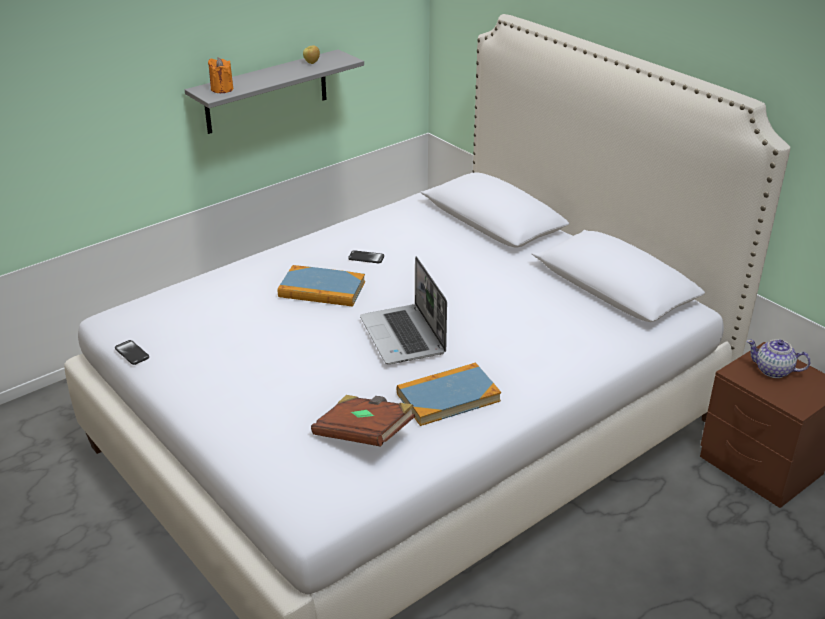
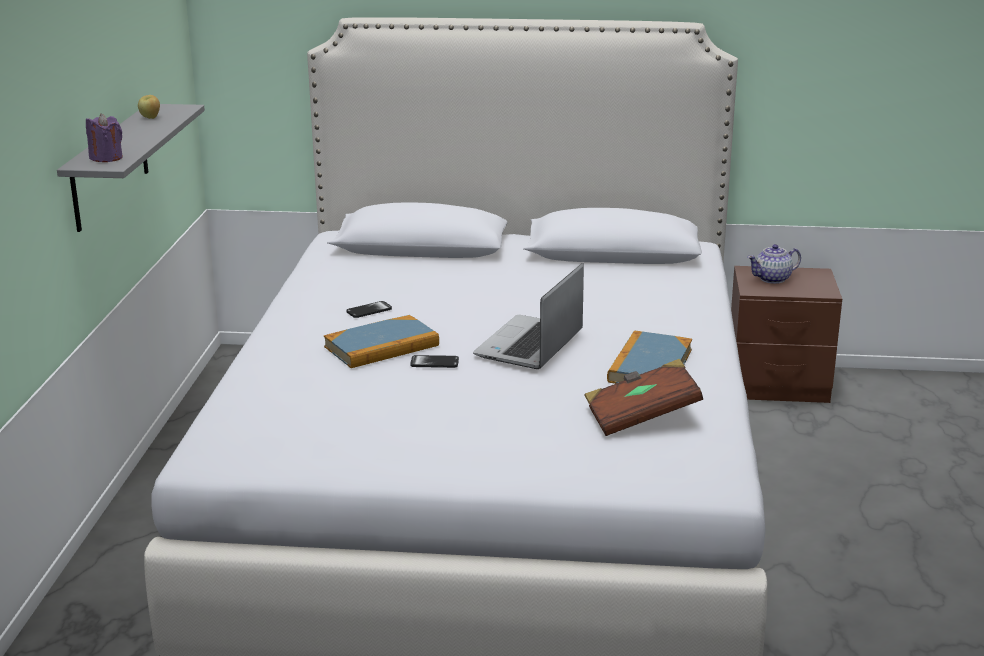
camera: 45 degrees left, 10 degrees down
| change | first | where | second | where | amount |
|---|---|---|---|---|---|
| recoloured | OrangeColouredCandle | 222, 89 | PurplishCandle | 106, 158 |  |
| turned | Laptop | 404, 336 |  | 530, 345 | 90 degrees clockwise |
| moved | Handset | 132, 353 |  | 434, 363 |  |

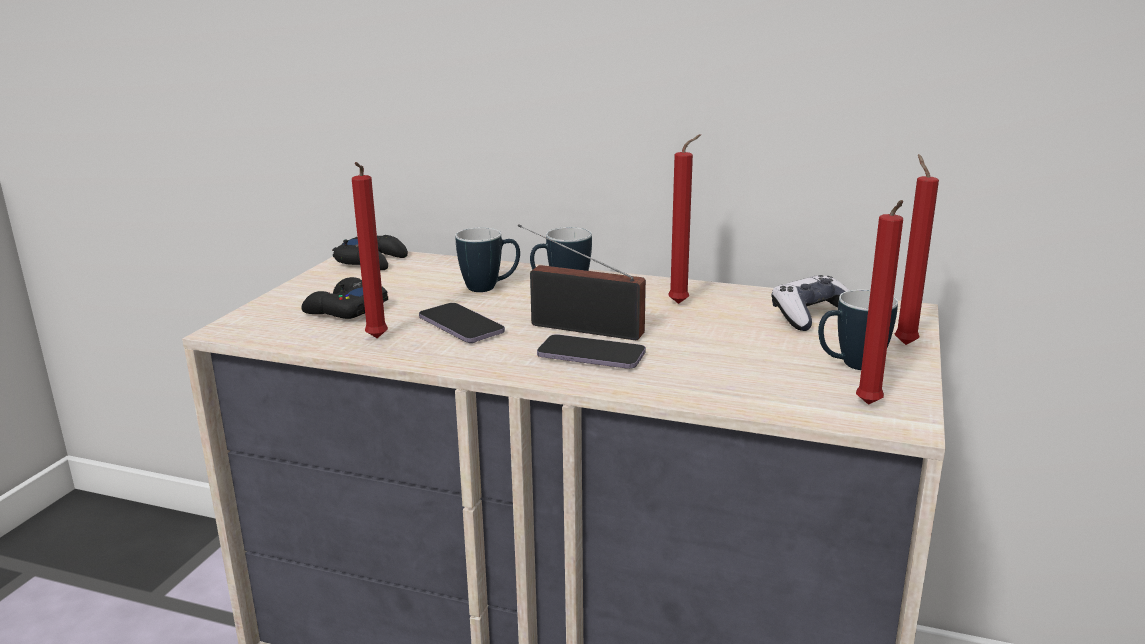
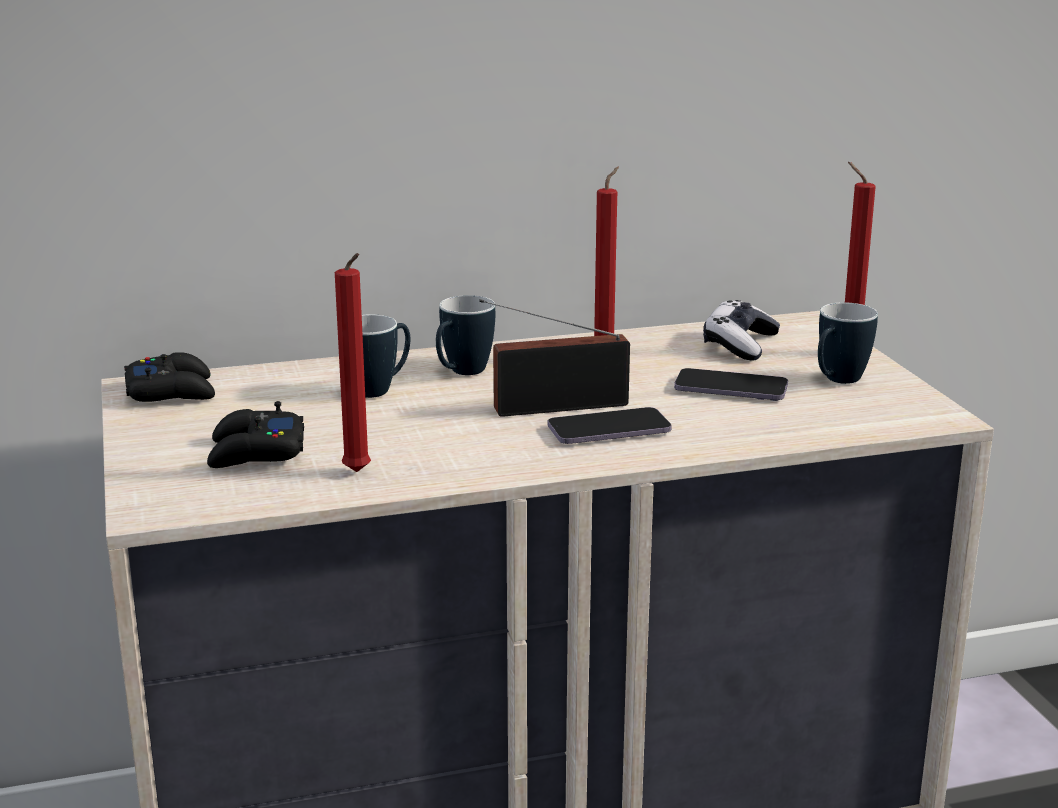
camera: 35 degrees left, 0 degrees up
| change | first | where | second | where | amount |
|---|---|---|---|---|---|
| removed | ReddishCandle | 869, 406 |  |  |  |
| moved | Handset | 461, 326 |  | 731, 388 |  |

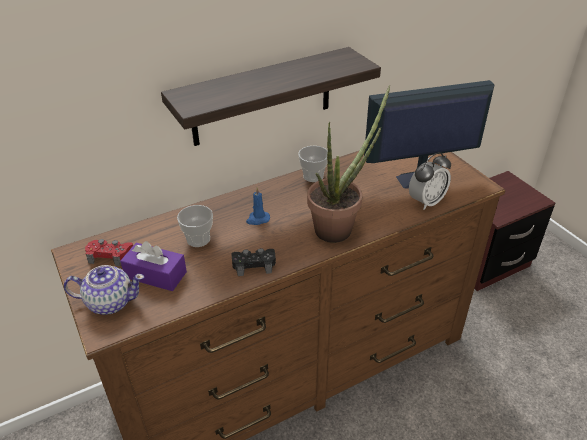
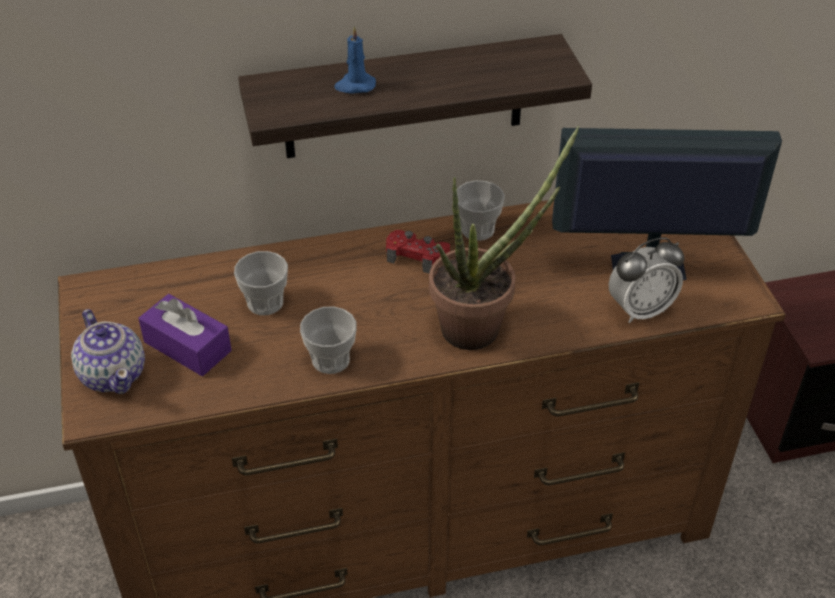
camera: 15 degrees right, 5 degrees up
| change | first | where | second | where | amount |
|---|---|---|---|---|---|
| moved | BlueCandle | 257, 219 |  | 355, 85 |  |
| moved | ReddishGameController | 110, 255 |  | 416, 255 |  |
| replaced | BlackGameController | 254, 264 | Cup | 331, 360 |  |
| turned | PotForTea | 110, 302 |  | 113, 374 | 45 degrees clockwise |

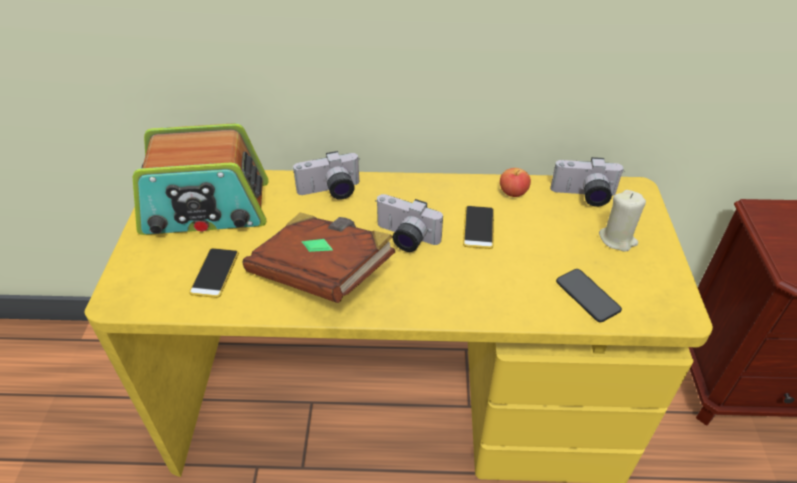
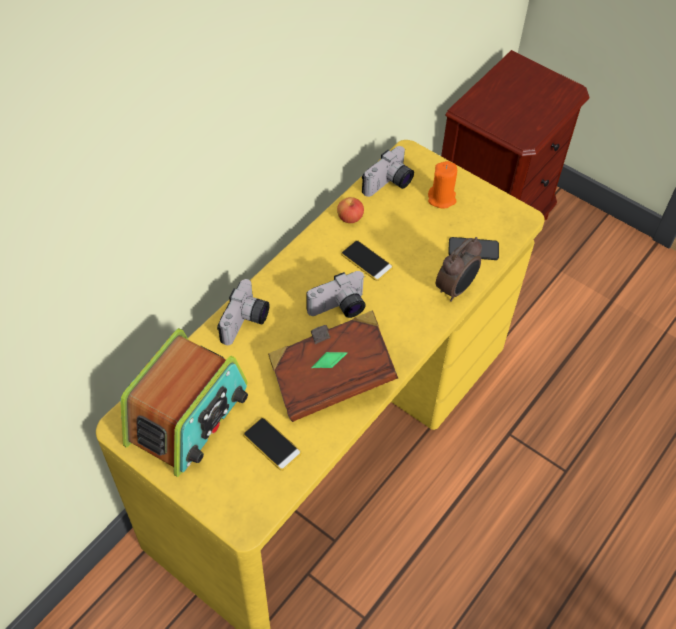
camera: 55 degrees left, 10 degrees up
| change | first | where | second | where | amount |
|---|---|---|---|---|---|
| recoloured | BeigeColouredCandle | 617, 239 | OrangeColouredCandle | 442, 198 |  |
| added |  |  | AlarmClock | 456, 289 |  |

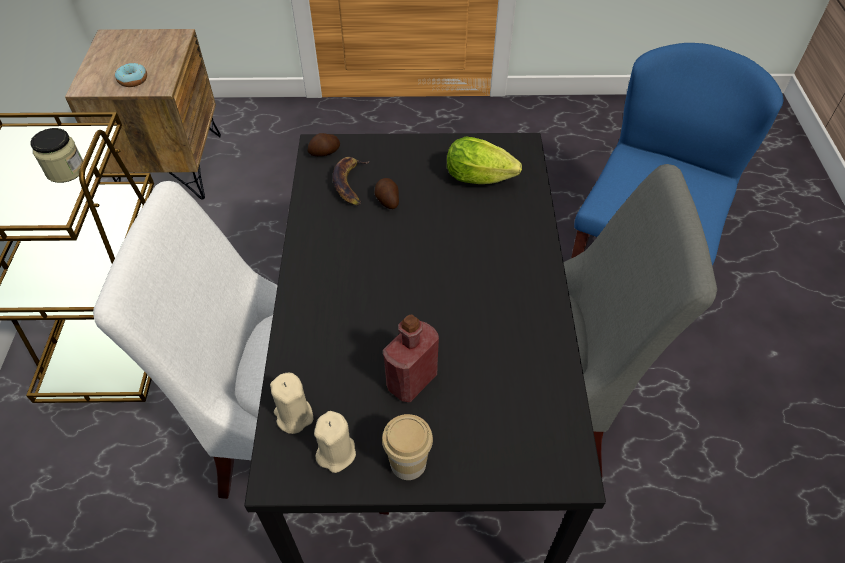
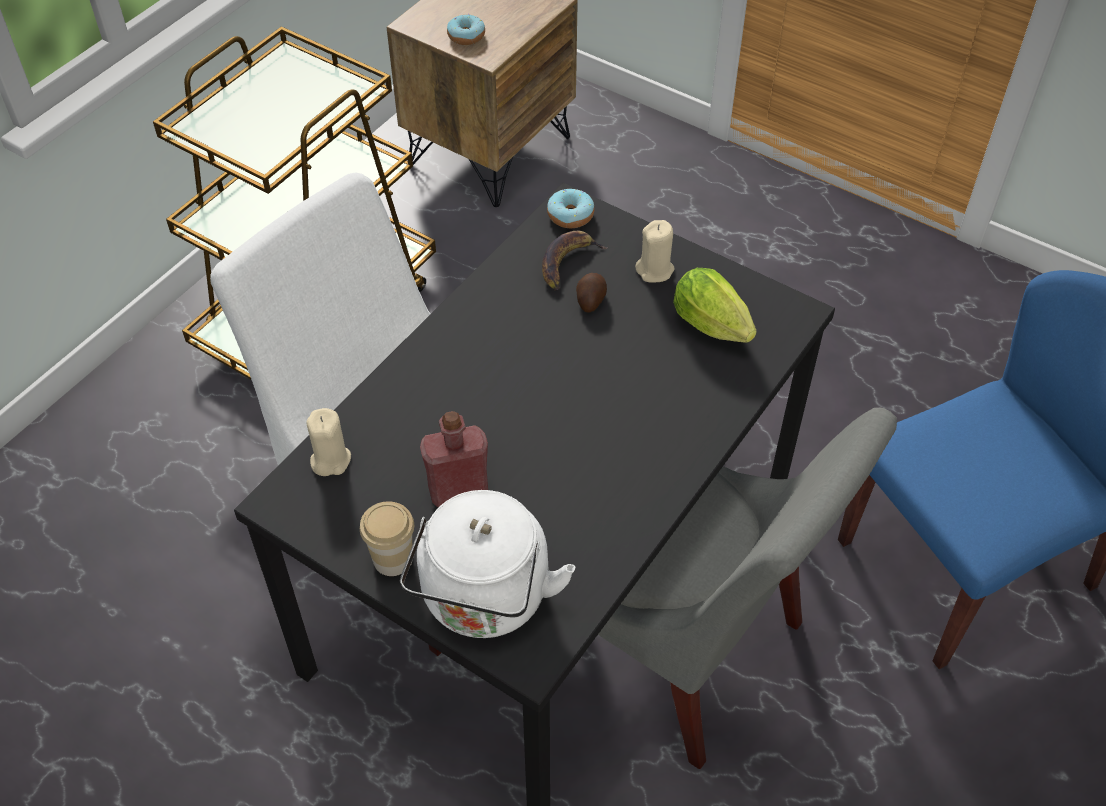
camera: 35 degrees right, 0 degrees up
| change | first | where | second | where | amount |
|---|---|---|---|---|---|
| removed | StorageJar | 66, 170 |  |  |  |
| replaced | WholePotato | 325, 152 | RingDoughnut | 570, 215 |  |
| moved | BeigeColouredCandle | 336, 453 |  | 655, 270 |  |
| added |  |  | WhiteColouredKettle | 484, 601 |  |

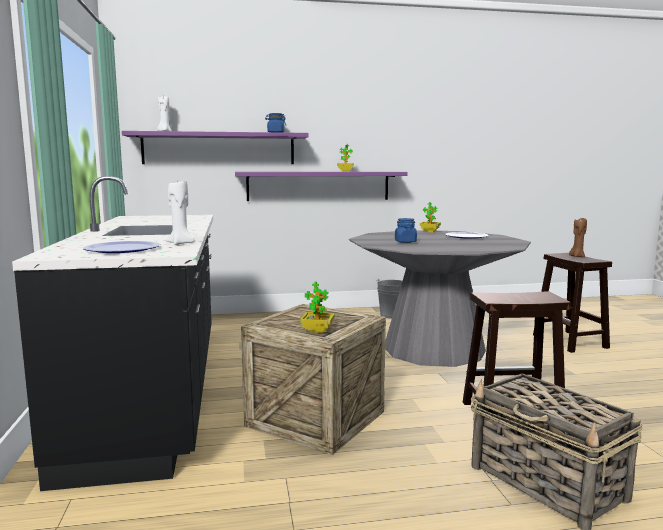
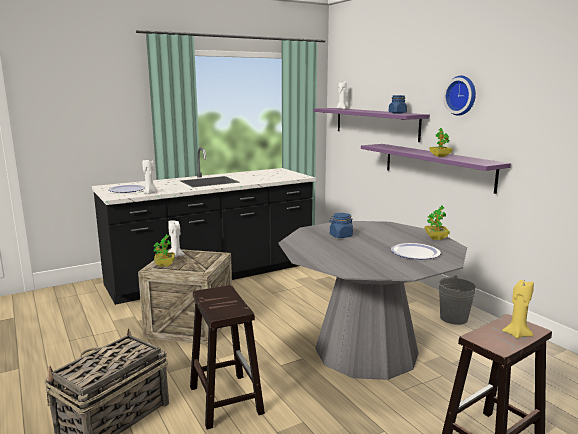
camera: 70 degrees right, 5 degrees up
| change | first | where | second | where | amount |
|---|---|---|---|---|---|
| recoloured | BrownColouredCandle | 577, 256 | YellowColouredCandle | 516, 334 |  |
| added |  |  | WallClock | 461, 95 |  |
| added |  |  | WhiteColouredCandle | 175, 256 |  |

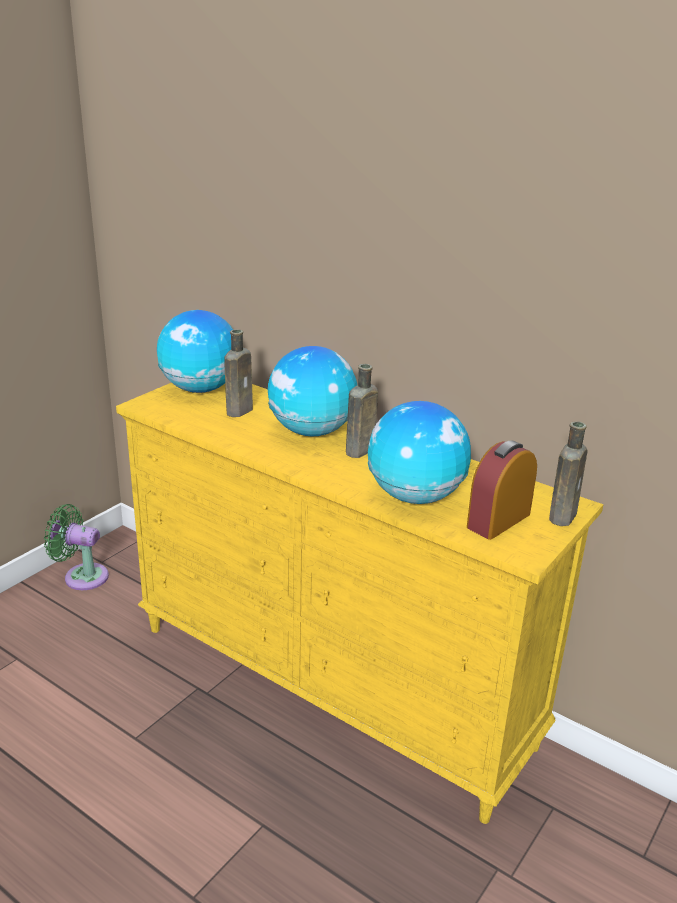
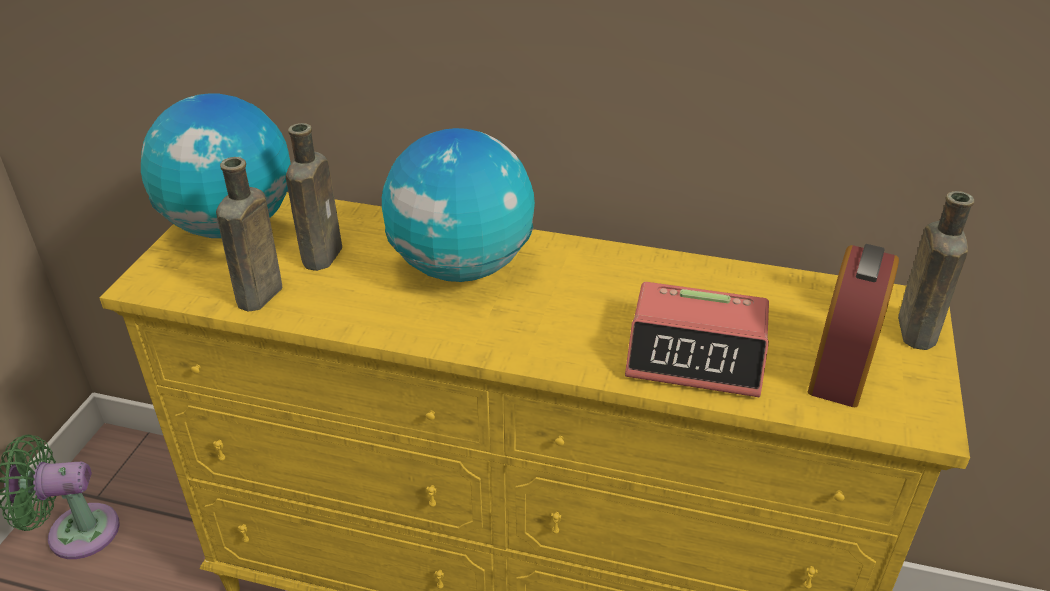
camera: 20 degrees left, 10 degrees up
| change | first | where | second | where | amount |
|---|---|---|---|---|---|
| moved | BrownColouredDrinkBottle | 358, 452 |  | 257, 297 |  |
| replaced | WorldGlobe | 415, 496 | AlarmClock | 697, 354 |  |

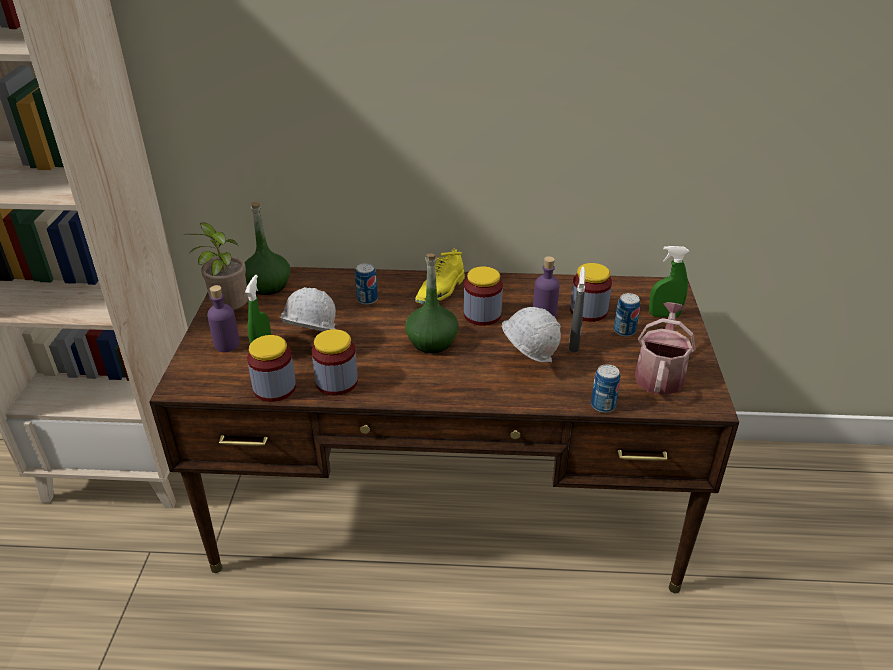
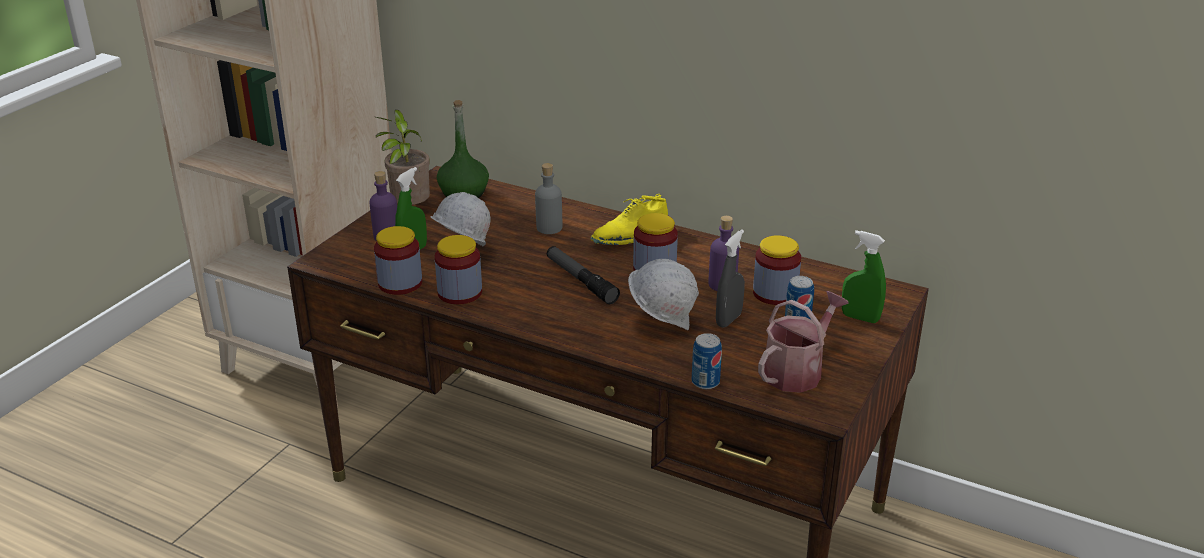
camera: 25 degrees right, 5 degrees down
| change | first | where | second | where | amount |
|---|---|---|---|---|---|
| replaced | GreenColouredDrinkBottle | 432, 341 | HandTorch | 581, 281 |  |
| replaced | MetalCan | 367, 299 | GrayDrinkBottle | 549, 228 |  |

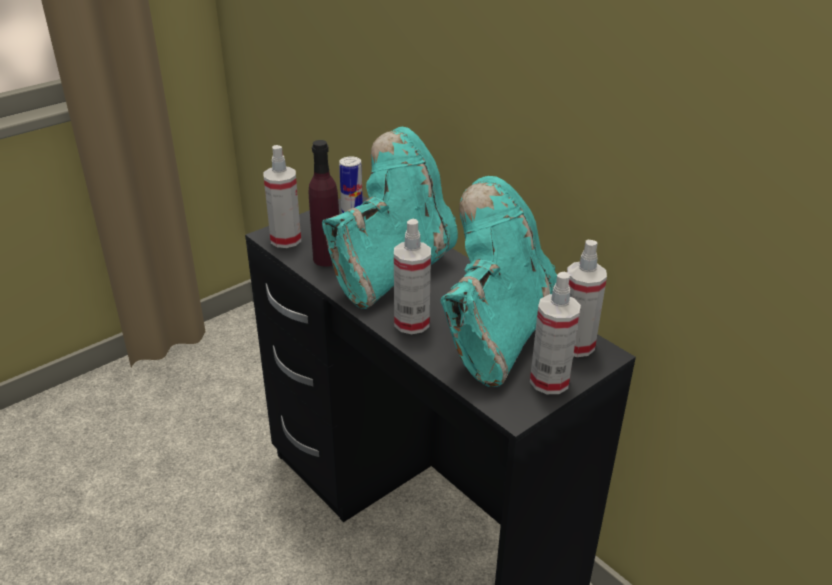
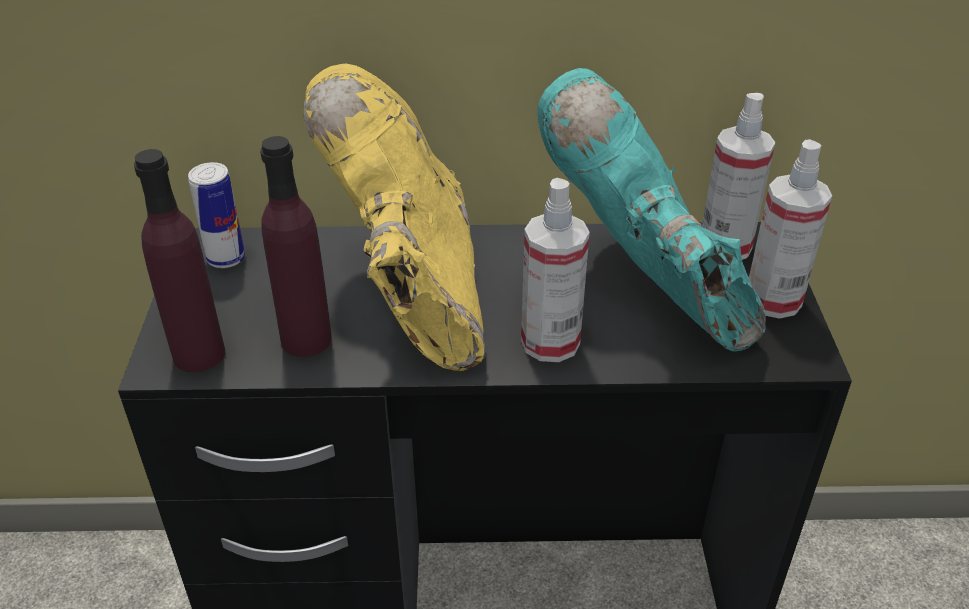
camera: 50 degrees left, 5 degrees up
| change | first | where | second | where | amount |
|---|---|---|---|---|---|
| recoloured | BlueGreenTallBoot | 392, 270 | YellowColouredTallBoot | 413, 297 |  |
| replaced | SprayBottle | 286, 239 | PurplishDrinkBottle | 199, 354 |  |

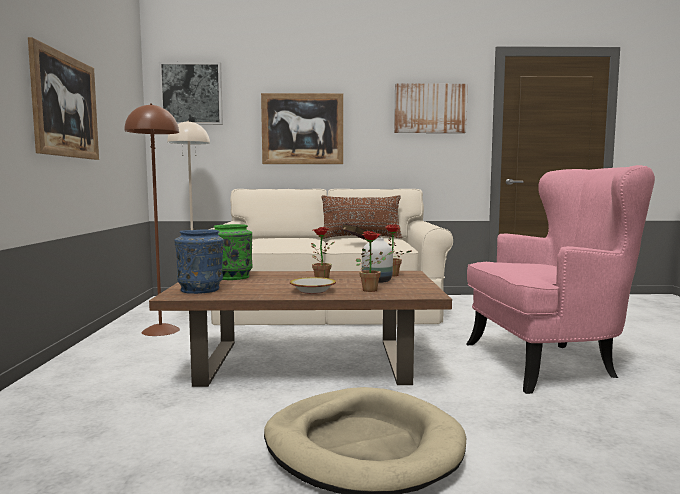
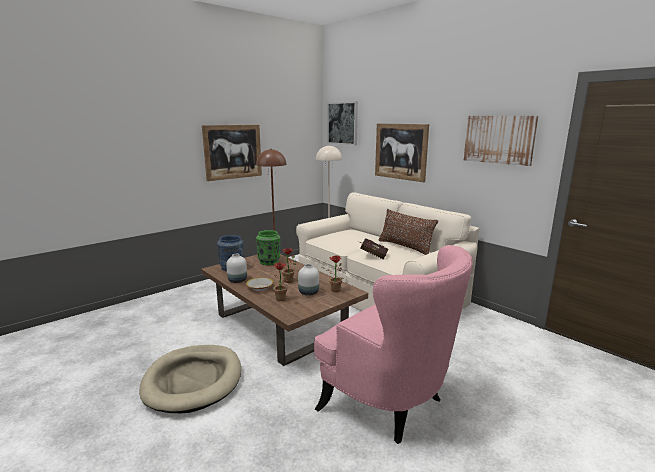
camera: 50 degrees right, 10 degrees up
| change | first | where | second | where | amount |
|---|---|---|---|---|---|
| added |  |  | WhiteColouredVase | 238, 280 |  |

